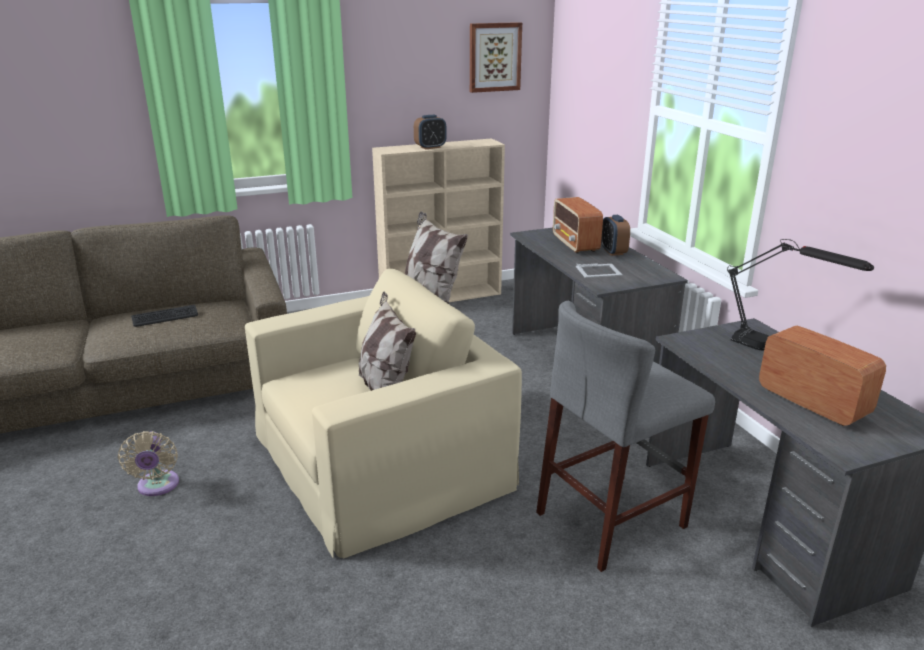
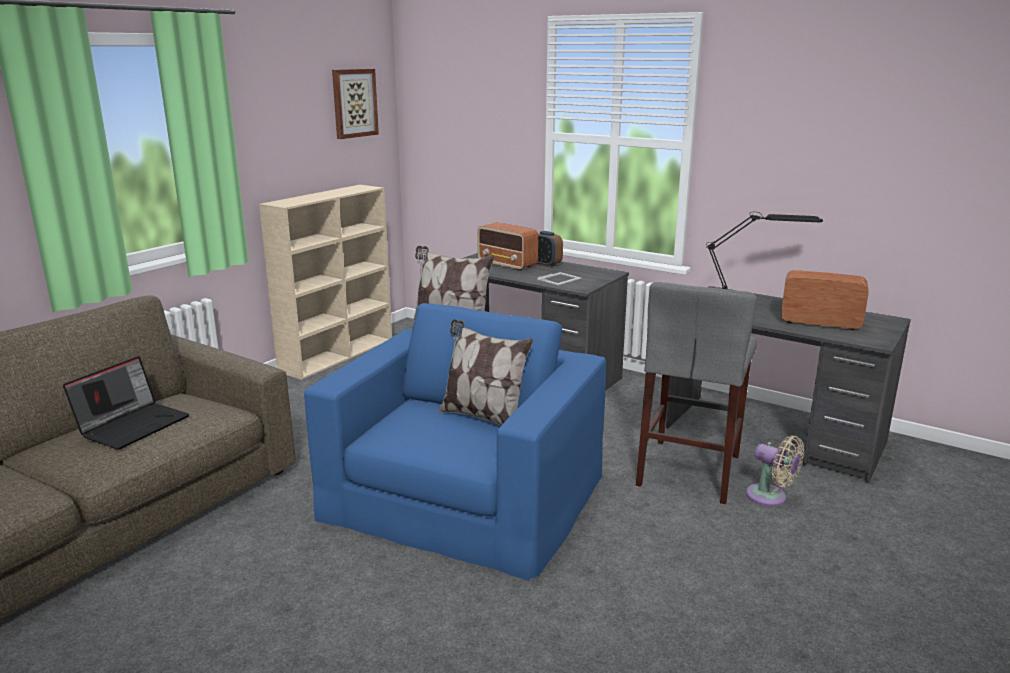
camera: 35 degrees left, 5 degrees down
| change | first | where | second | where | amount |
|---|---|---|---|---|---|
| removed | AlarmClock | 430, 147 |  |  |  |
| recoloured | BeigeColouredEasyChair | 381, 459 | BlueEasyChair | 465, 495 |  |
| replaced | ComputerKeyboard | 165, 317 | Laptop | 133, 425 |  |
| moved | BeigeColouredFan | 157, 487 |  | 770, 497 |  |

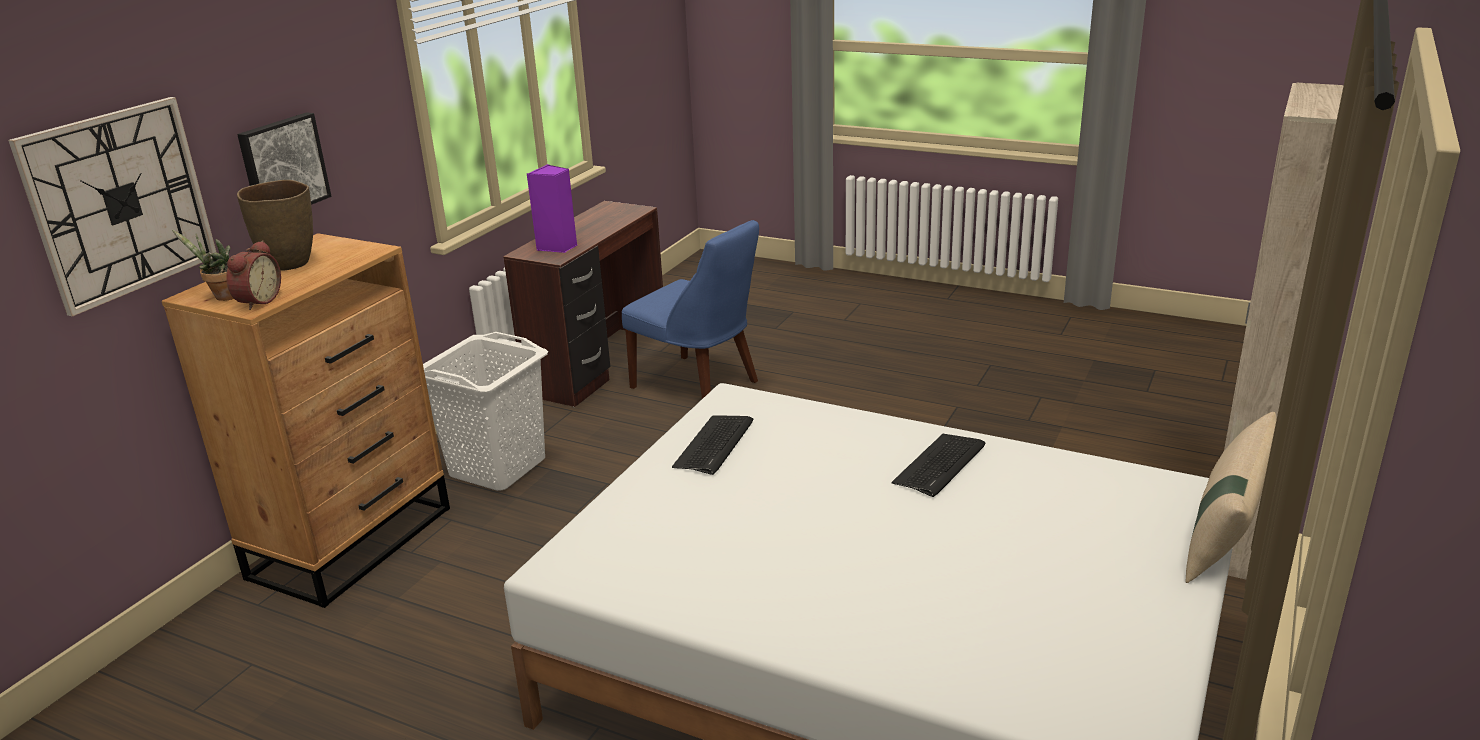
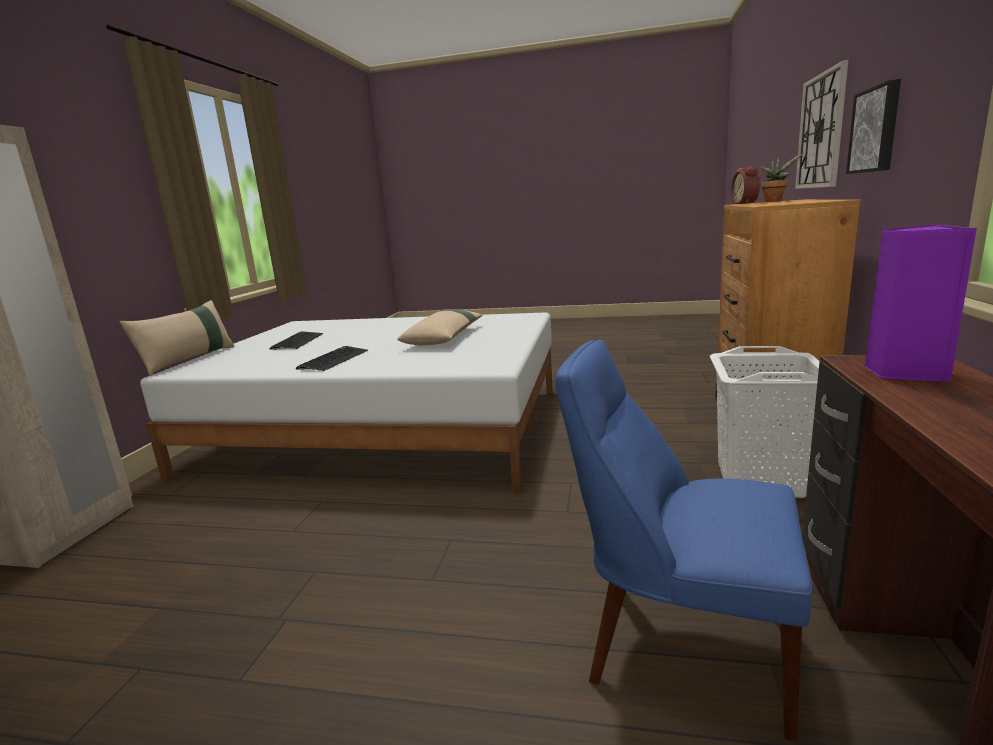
camera: 165 degrees right, 10 degrees down
| change | first | where | second | where | amount |
|---|---|---|---|---|---|
| removed | BrownColouredVase | 290, 263 |  |  |  |
| moved | ComputerKeyboard | 714, 445 |  | 297, 341 |  |
| added |  |  | BeigeColouredPillow | 444, 337 |  |

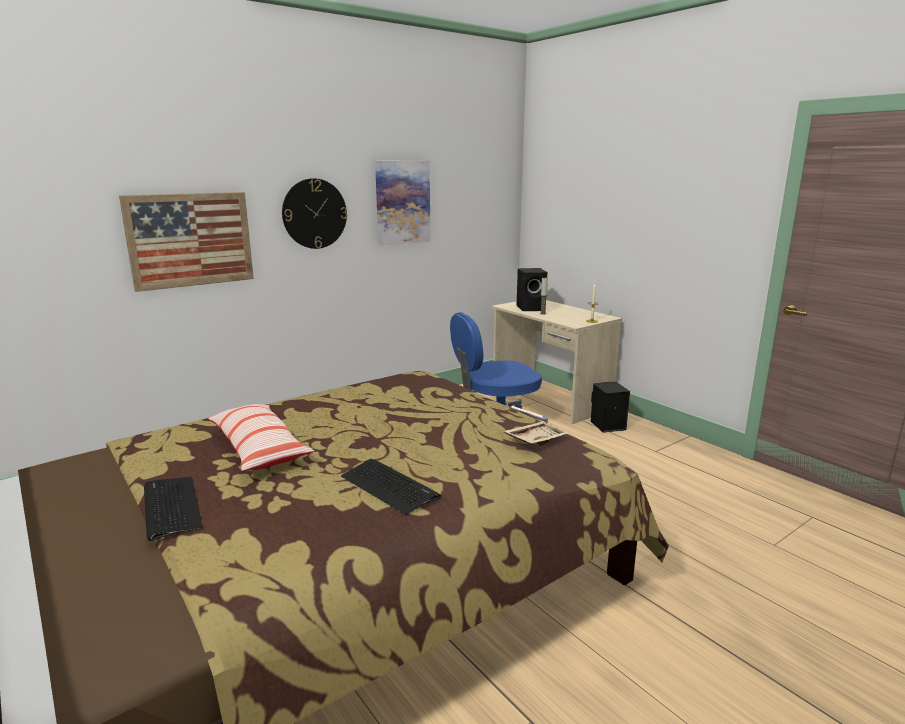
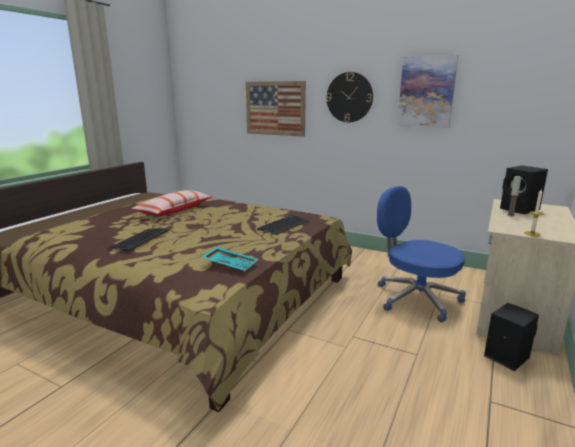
camera: 65 degrees right, 0 degrees up
| change | first | where | second | where | amount |
|---|---|---|---|---|---|
| recoloured | BeigeColouredTray | 535, 440 | BlueGreenTray | 231, 264 |  |
| moved | ComputerKeyboard | 171, 507 |  | 283, 225 |  |

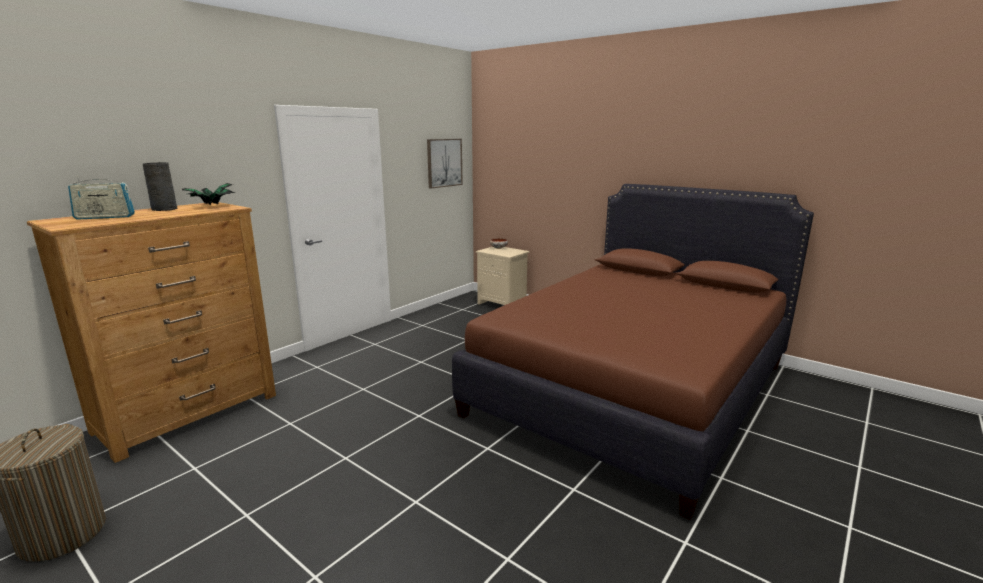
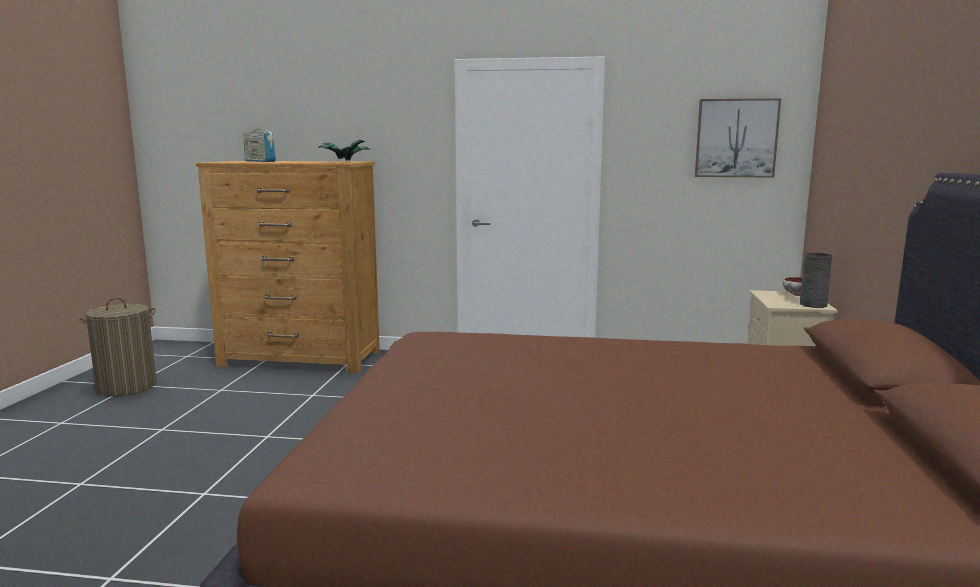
camera: 60 degrees right, 5 degrees down
| change | first | where | second | where | amount |
|---|---|---|---|---|---|
| moved | GrayVase | 165, 209 |  | 813, 305 |  |

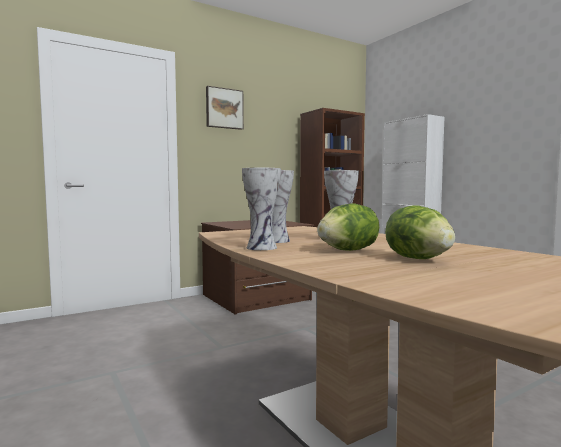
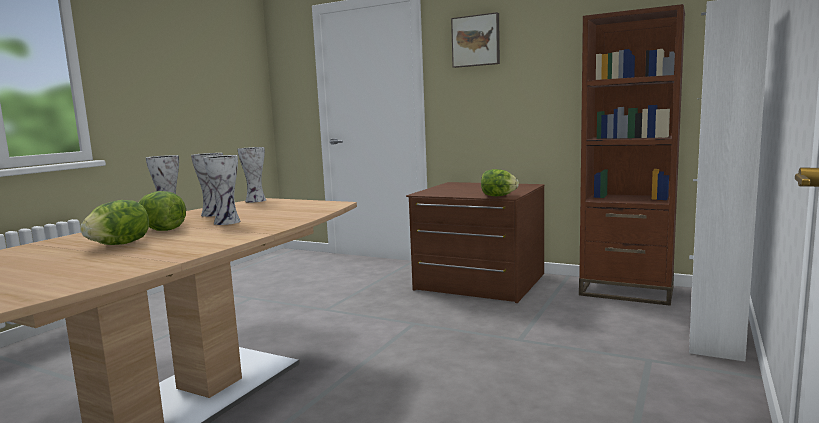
camera: 60 degrees right, 5 degrees up
| change | first | where | second | where | amount |
|---|---|---|---|---|---|
| added |  |  | Vase | 255, 201 |  |
| added |  |  | LettuceHead | 498, 196 |  |

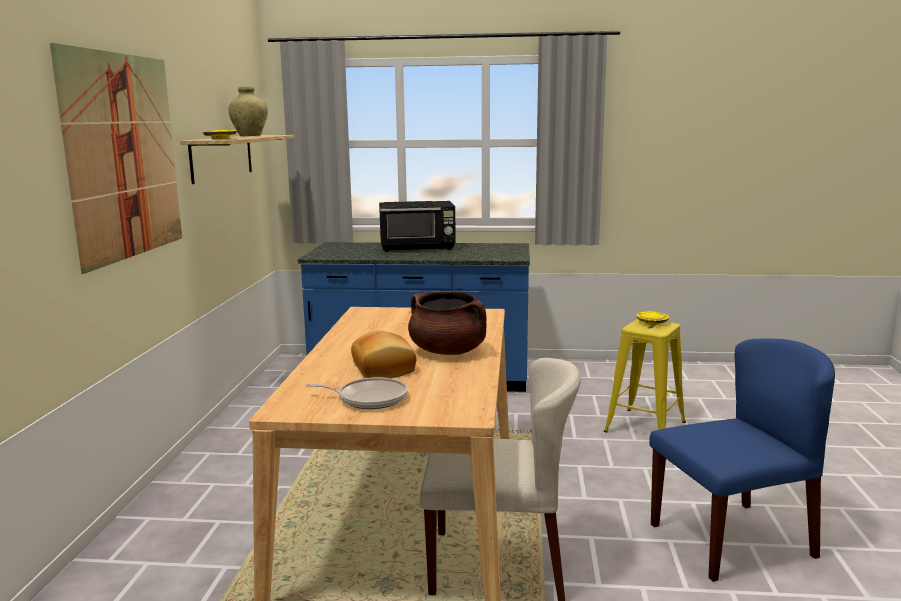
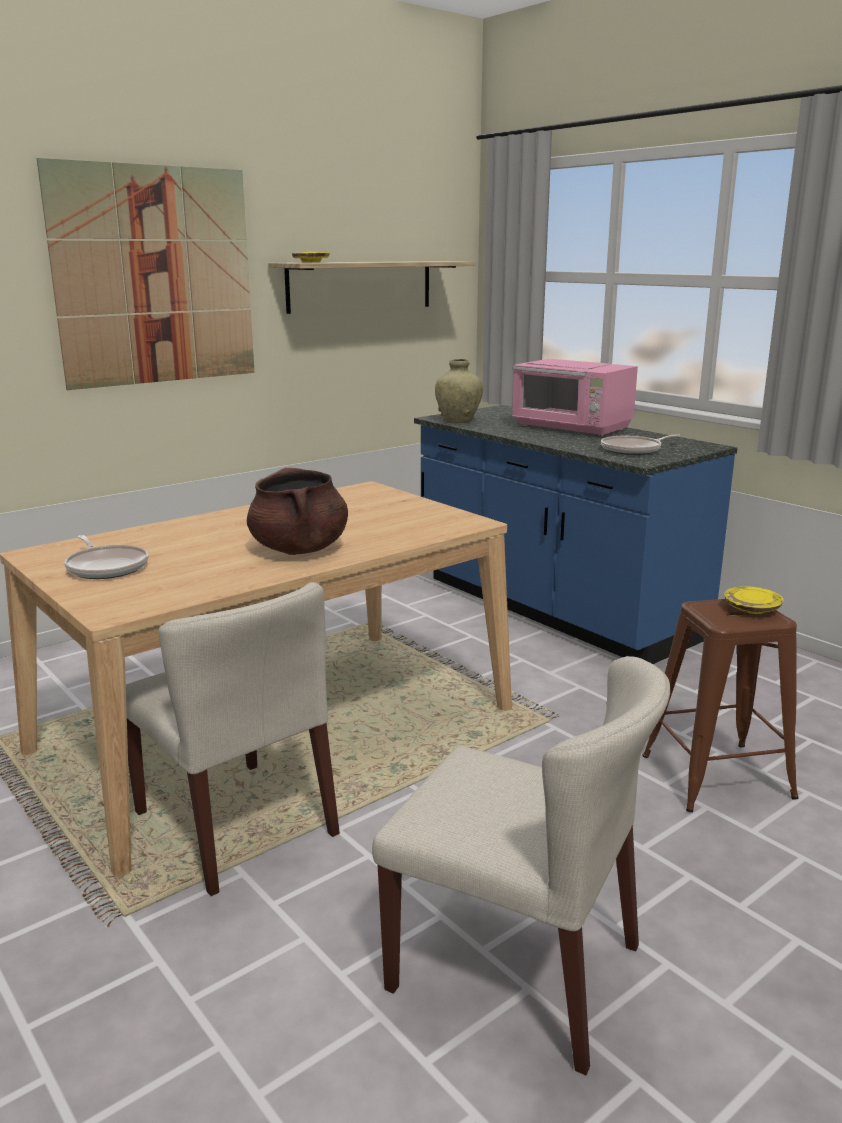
camera: 45 degrees right, 5 degrees up
| change | first | where | second | where | amount |
|---|---|---|---|---|---|
| moved | BeigeColouredVase | 250, 136 |  | 458, 421 |  |
| recoloured | BlackKitchenMicrowave | 418, 248 | PinkishKitchenMicrowave | 572, 428 |  |
| recoloured | YellowColouredStoolSeat | 645, 427 | BrownColouredStoolSeat | 717, 776 |  |
| removed | Bread | 385, 368 |  |  |  |
| recoloured | BlueUprightChair | 732, 539 | BeigeColouredUprightChair | 517, 967 |  |
| added |  |  | Skillet | 633, 450 |  |

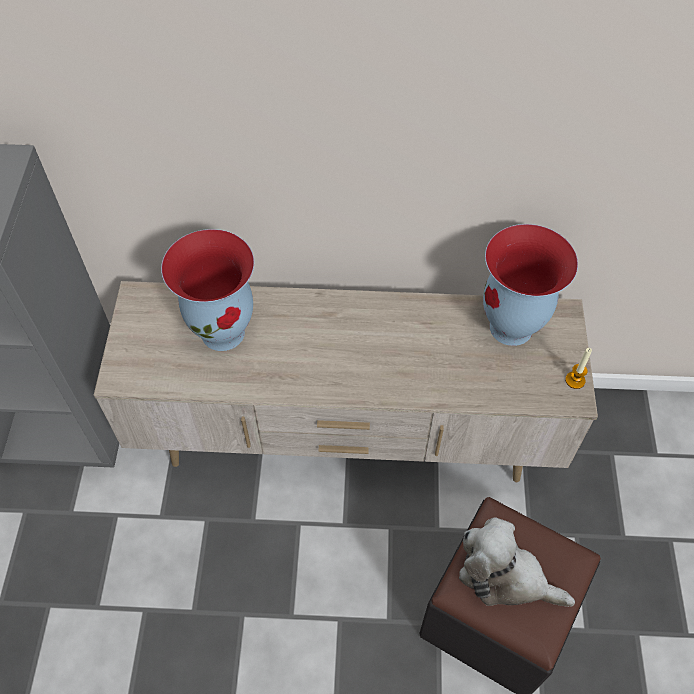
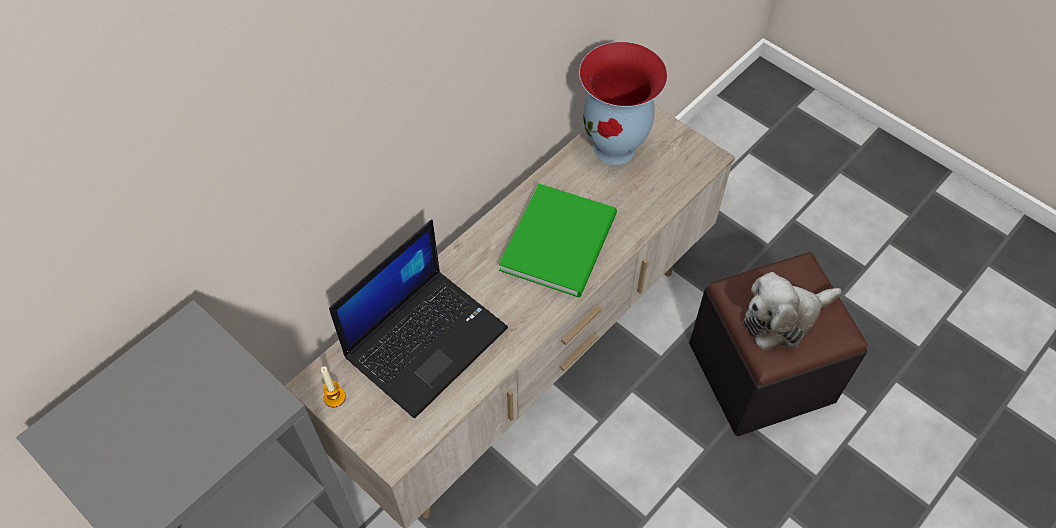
camera: 50 degrees left, 0 degrees up
| change | first | where | second | where | amount |
|---|---|---|---|---|---|
| replaced | Vase | 224, 331 | Laptop | 426, 340 |  |
| moved | Candle | 575, 380 |  | 334, 397 |  |
| added |  |  | GreenColouredVolume | 562, 240 |  |

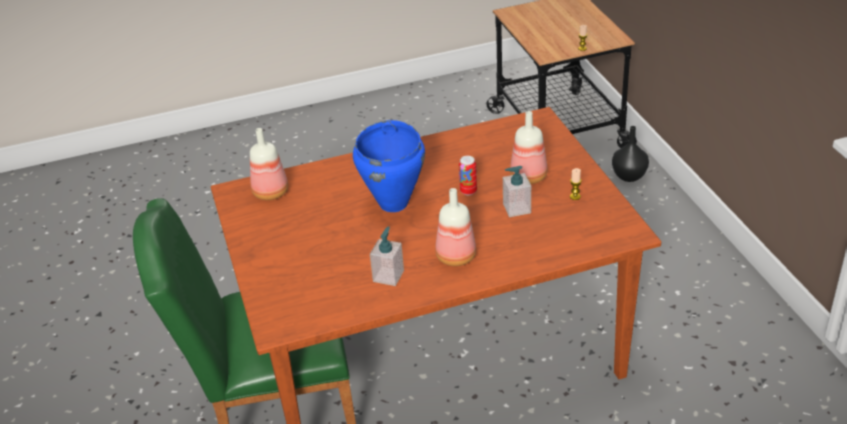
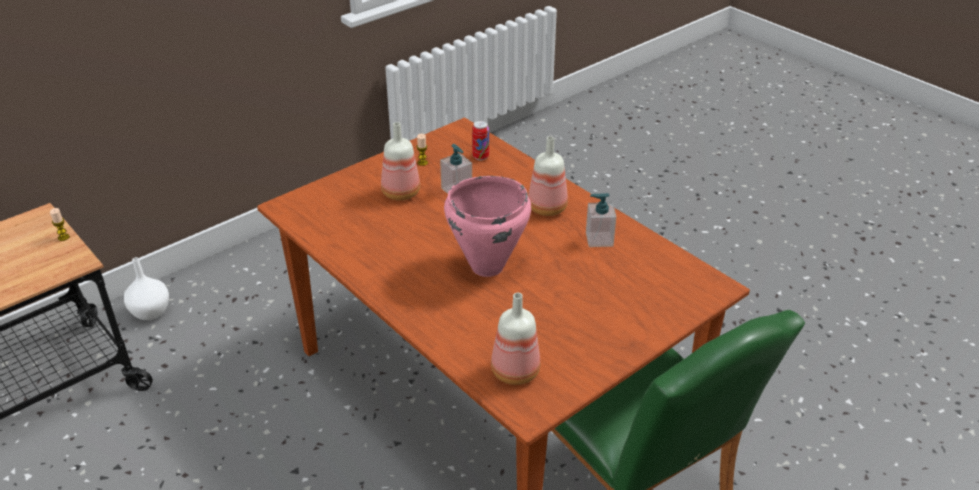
camera: 115 degrees left, 0 degrees up
| change | first | where | second | where | amount |
|---|---|---|---|---|---|
| recoloured | BlueCookingPot | 394, 203 | PinkishCookingPot | 486, 266 |  |
| recoloured | BlackVase | 628, 176 | WhiteColouredVase | 151, 313 |  |
| moved | MetalCan | 468, 191 |  | 480, 157 |  |

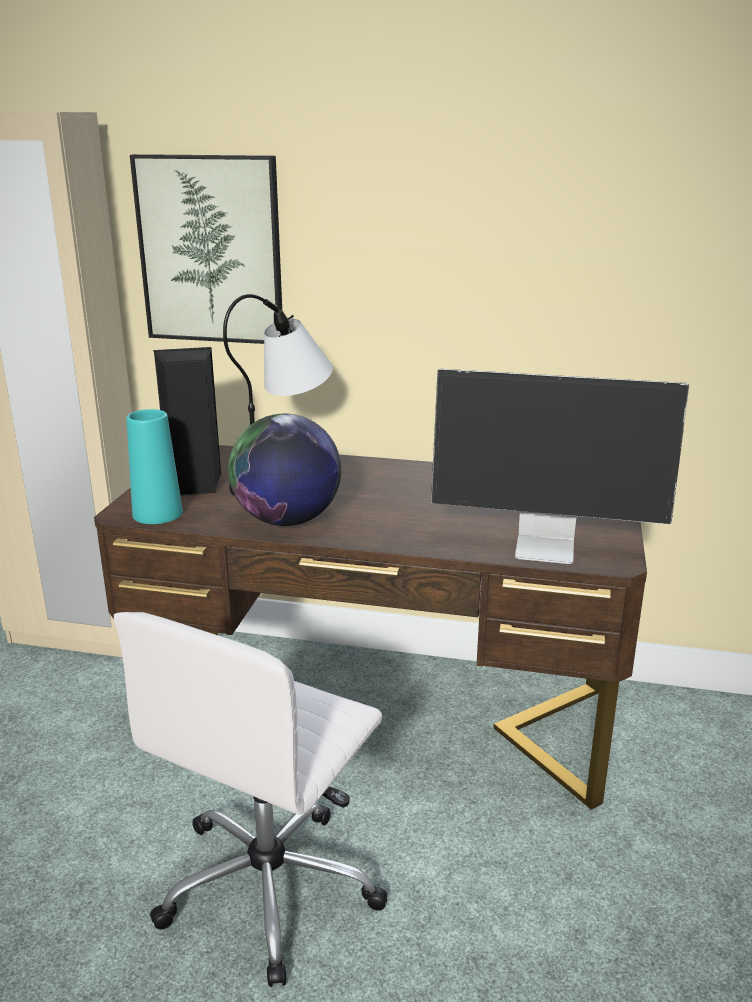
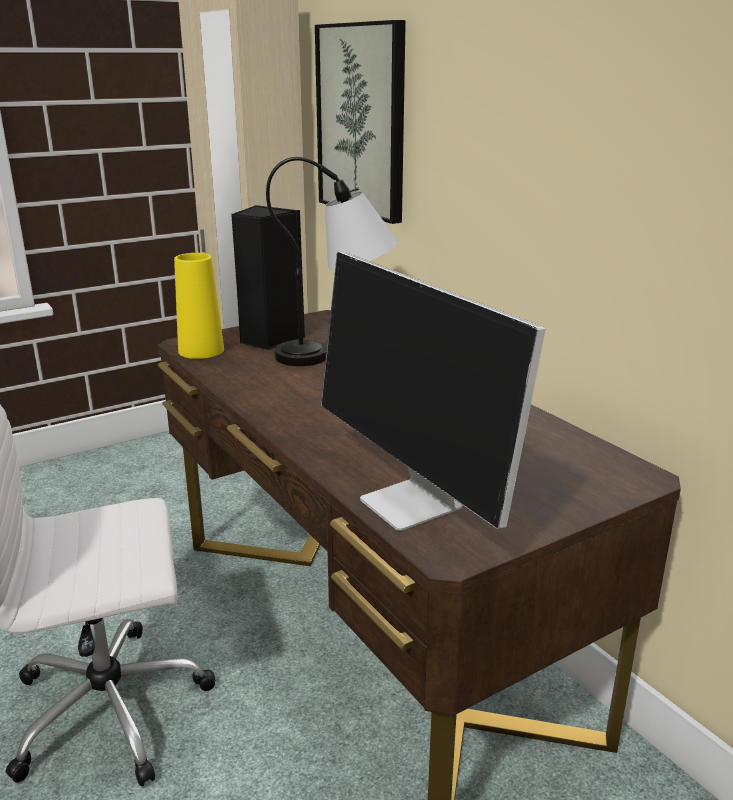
camera: 45 degrees right, 0 degrees up
| change | first | where | second | where | amount |
|---|---|---|---|---|---|
| recoloured | BlueGreenVase | 157, 514 | YellowColouredVase | 201, 350 |  |
| removed | WorldGlobe | 287, 520 |  |  |  |

